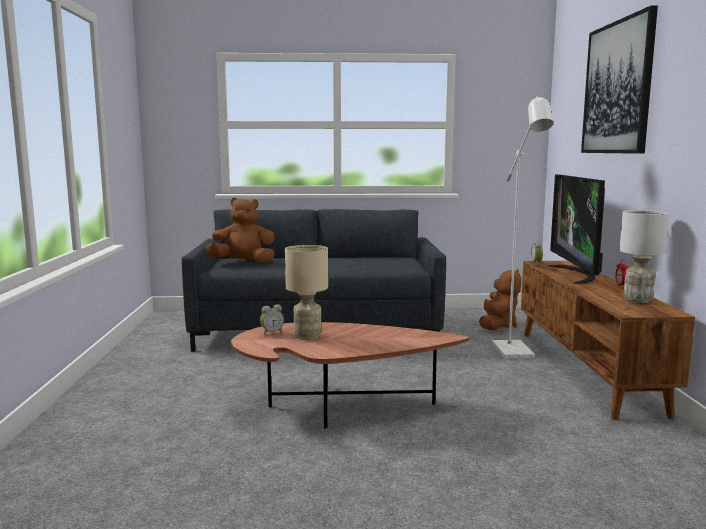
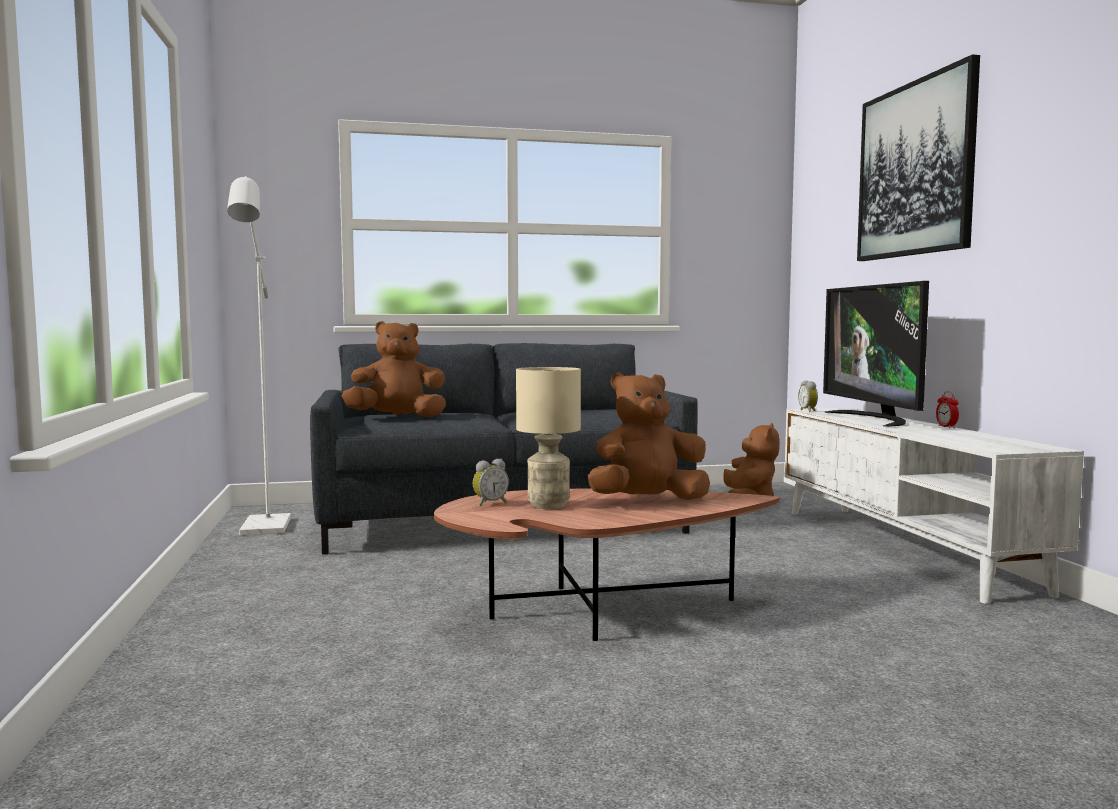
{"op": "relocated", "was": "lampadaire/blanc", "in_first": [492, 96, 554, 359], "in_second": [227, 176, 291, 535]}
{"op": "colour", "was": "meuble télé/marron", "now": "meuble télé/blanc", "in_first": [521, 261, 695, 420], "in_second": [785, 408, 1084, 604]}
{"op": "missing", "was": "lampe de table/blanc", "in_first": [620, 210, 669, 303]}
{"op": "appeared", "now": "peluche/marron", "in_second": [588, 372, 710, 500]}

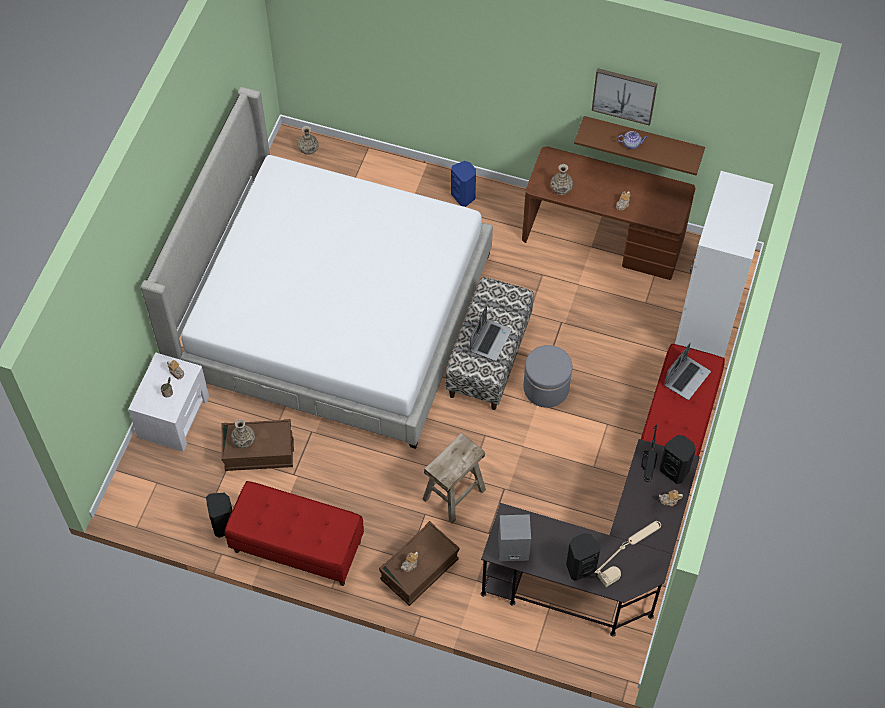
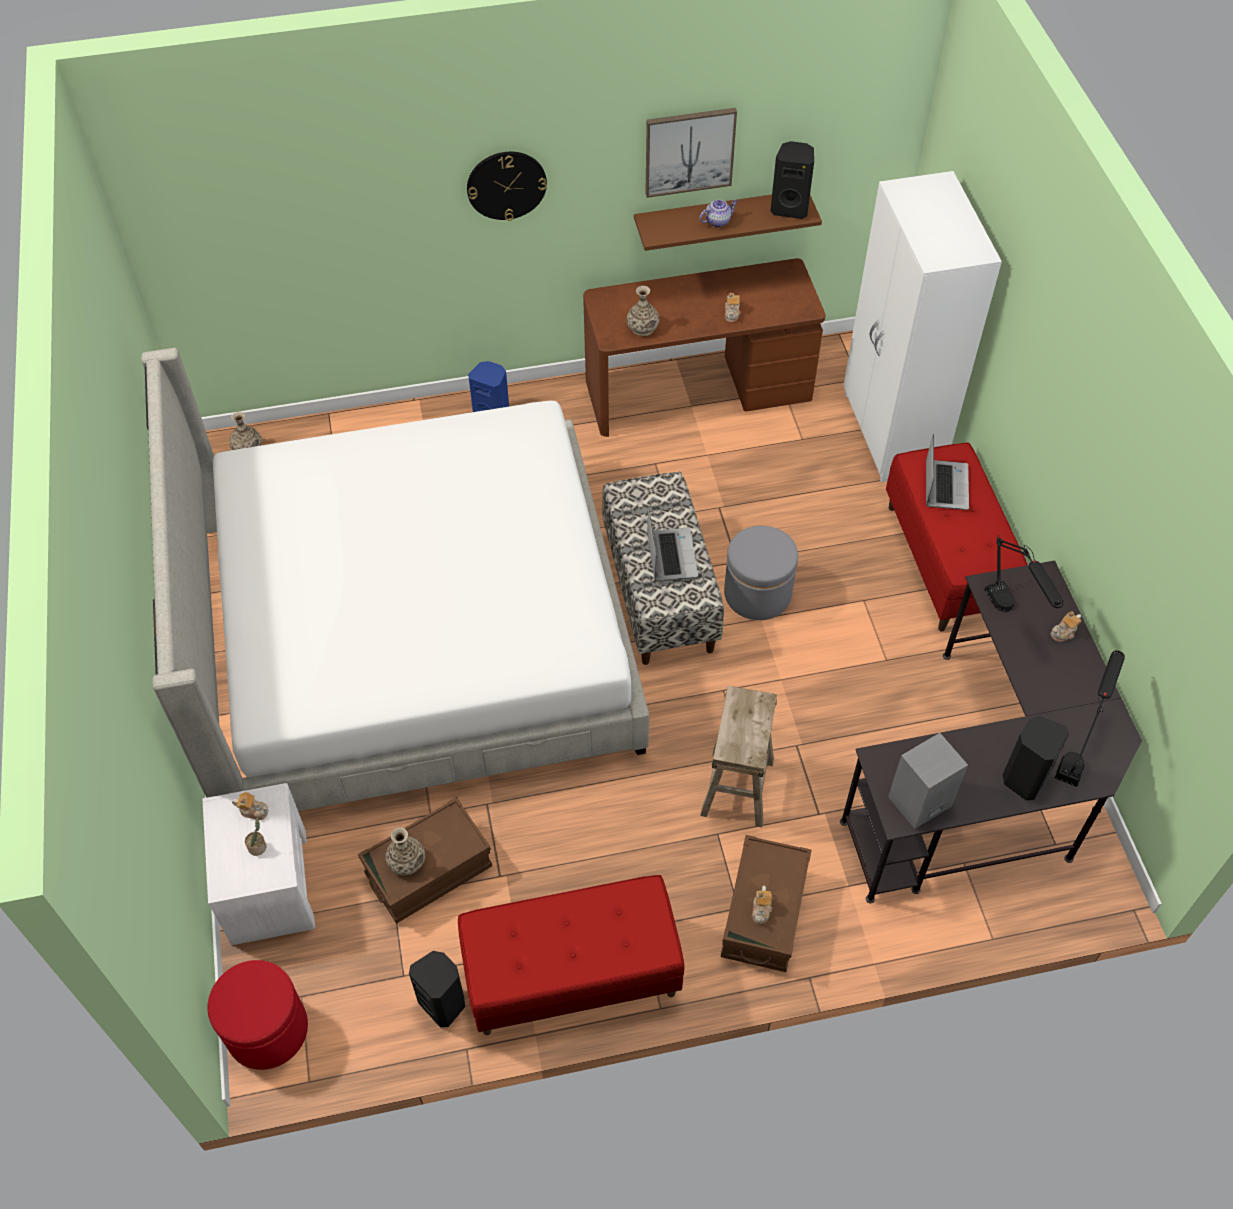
{"op": "colour", "was": "lampe de table/beige", "now": "lampe de table/noir", "in_first": [594, 521, 661, 587], "in_second": [1055, 650, 1125, 787]}
{"op": "relocated", "was": "enceinte/noir", "in_first": [660, 435, 696, 484], "in_second": [770, 141, 814, 219]}
{"op": "appeared", "now": "pouf/rouge", "in_second": [207, 960, 308, 1070]}
{"op": "appeared", "now": "horloge murale", "in_second": [467, 152, 547, 221]}

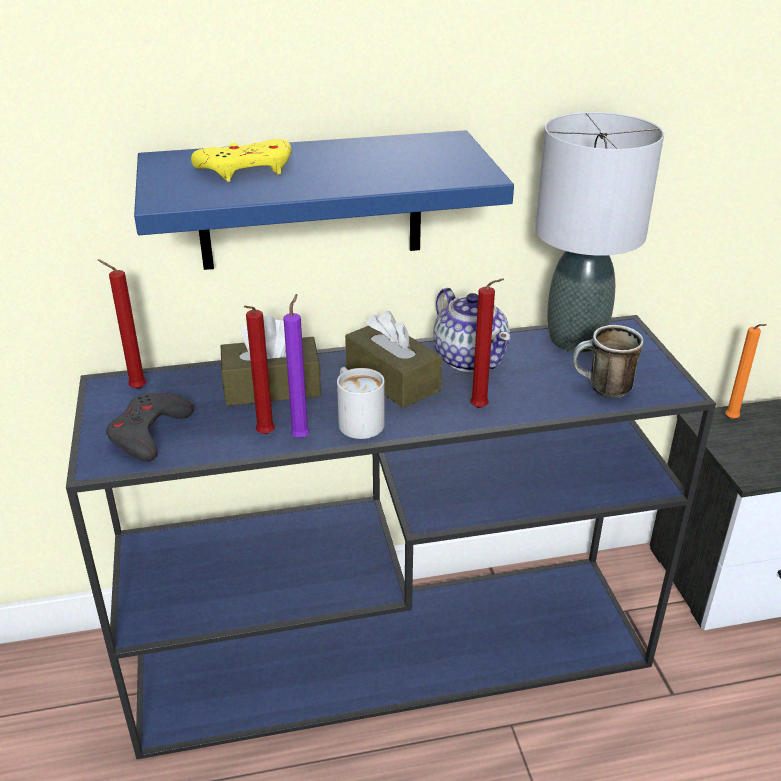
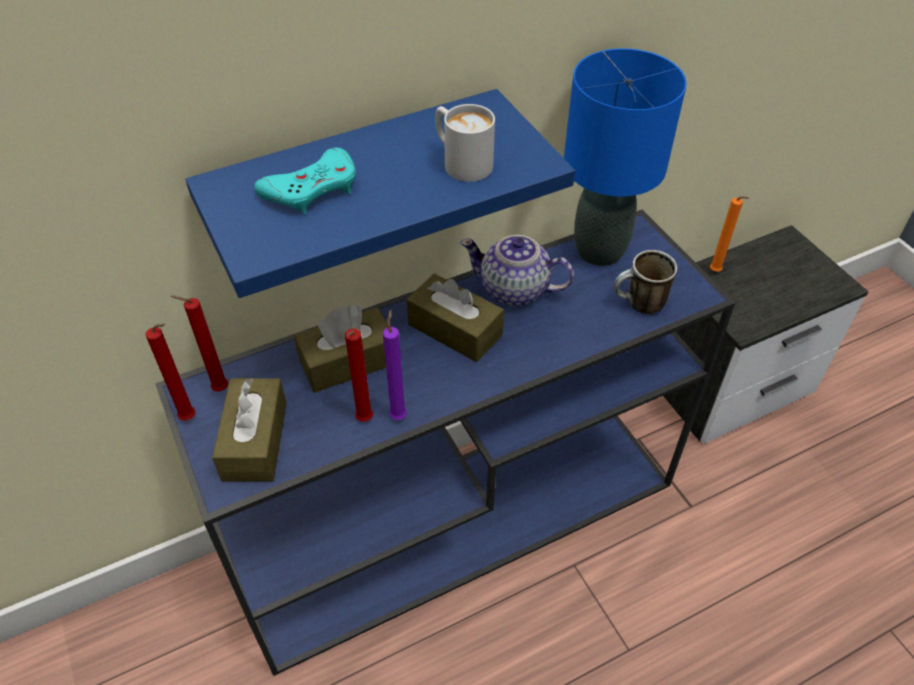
{"op": "exchanged", "was": "manette/gris", "now": "boîte à mouchoirs/marron", "in_first": [106, 393, 194, 462], "in_second": [212, 378, 287, 482]}
{"op": "colour", "was": "manette/jaune", "now": "manette/turquoise", "in_first": [191, 139, 291, 182], "in_second": [254, 148, 356, 214]}
{"op": "relocated", "was": "mug/blanc", "in_first": [337, 367, 385, 439], "in_second": [435, 104, 495, 182]}
{"op": "spun", "was": "théière", "in_first": [434, 288, 511, 372], "in_second": [460, 235, 574, 306], "clockwise": 150}
{"op": "relocated", "was": "bougie/rouge", "in_first": [470, 279, 504, 408], "in_second": [145, 323, 196, 421]}
{"op": "colour", "was": "lampe de table/gris", "now": "lampe de table/bleu", "in_first": [535, 112, 664, 353], "in_second": [564, 48, 686, 266]}

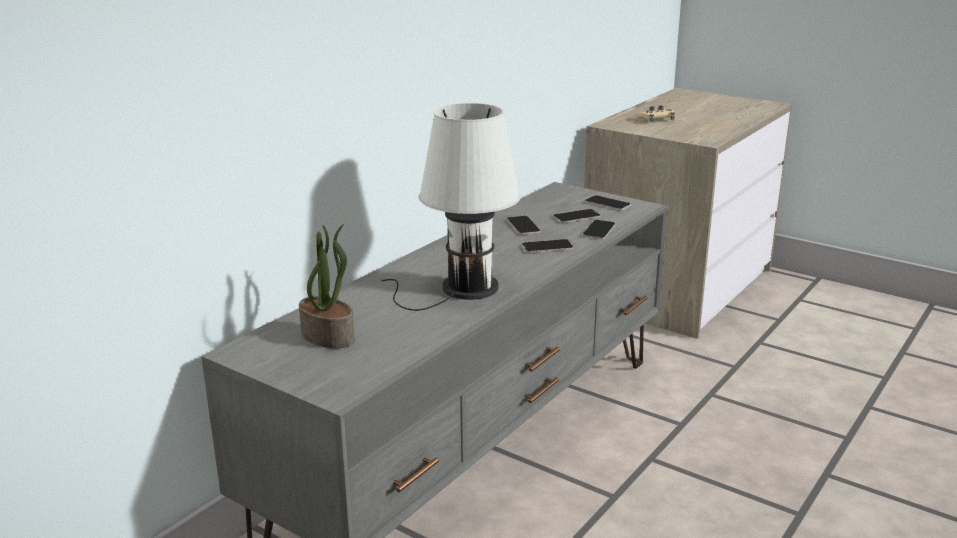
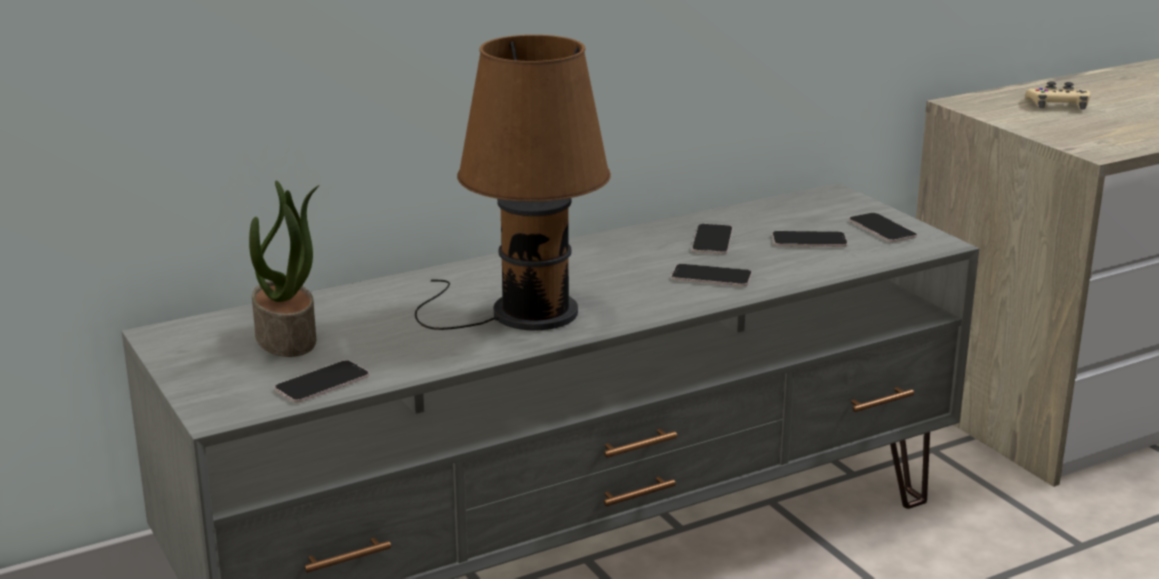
{"op": "colour", "was": "lampe de table/blanc", "now": "lampe de table/marron", "in_first": [382, 103, 521, 311], "in_second": [415, 35, 611, 330]}
{"op": "relocated", "was": "téléphone", "in_first": [582, 220, 616, 239], "in_second": [274, 360, 369, 403]}

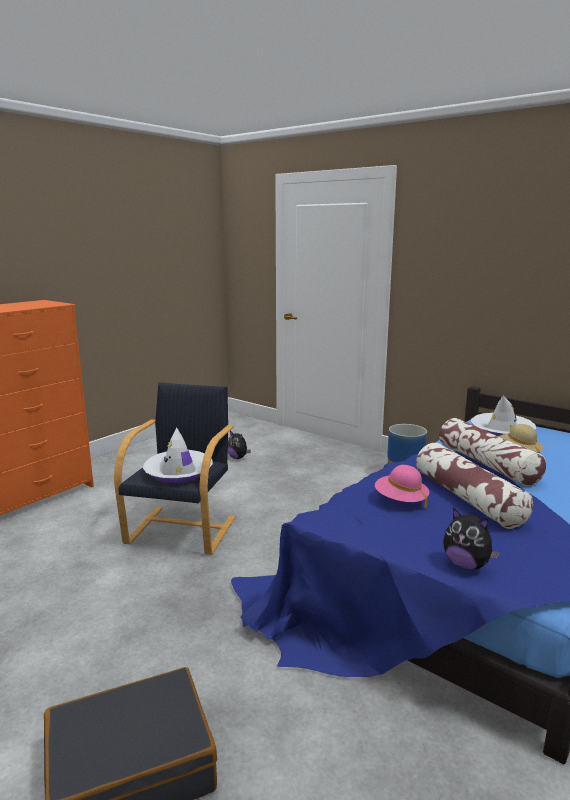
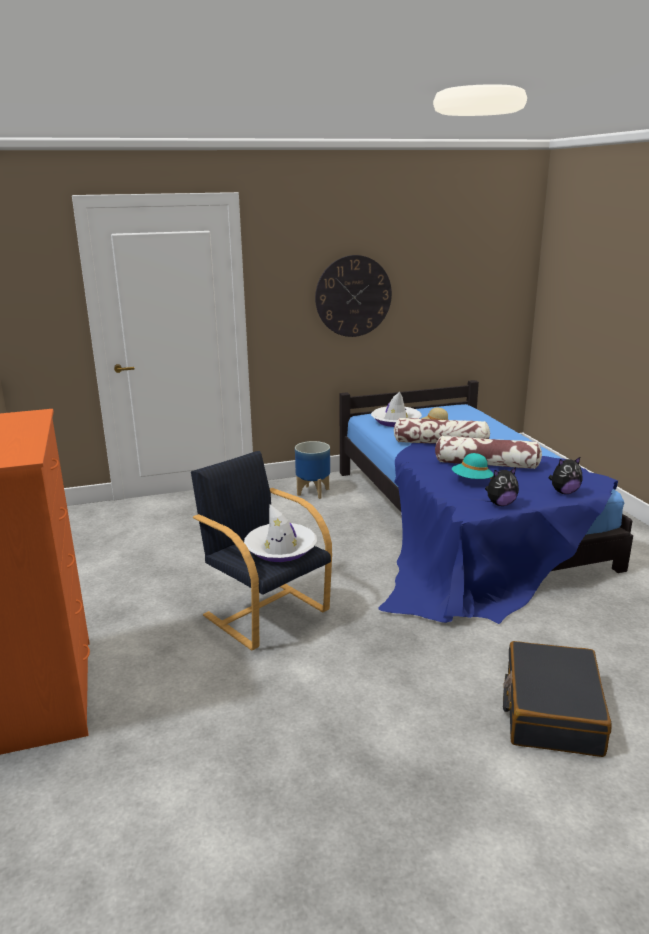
{"op": "relocated", "was": "peluche", "in_first": [228, 431, 251, 459], "in_second": [485, 467, 519, 506]}
{"op": "colour", "was": "chapeau/rose", "now": "chapeau/turquoise", "in_first": [375, 465, 430, 509], "in_second": [452, 453, 494, 479]}
{"op": "appeared", "now": "horloge murale", "in_second": [315, 255, 392, 337]}

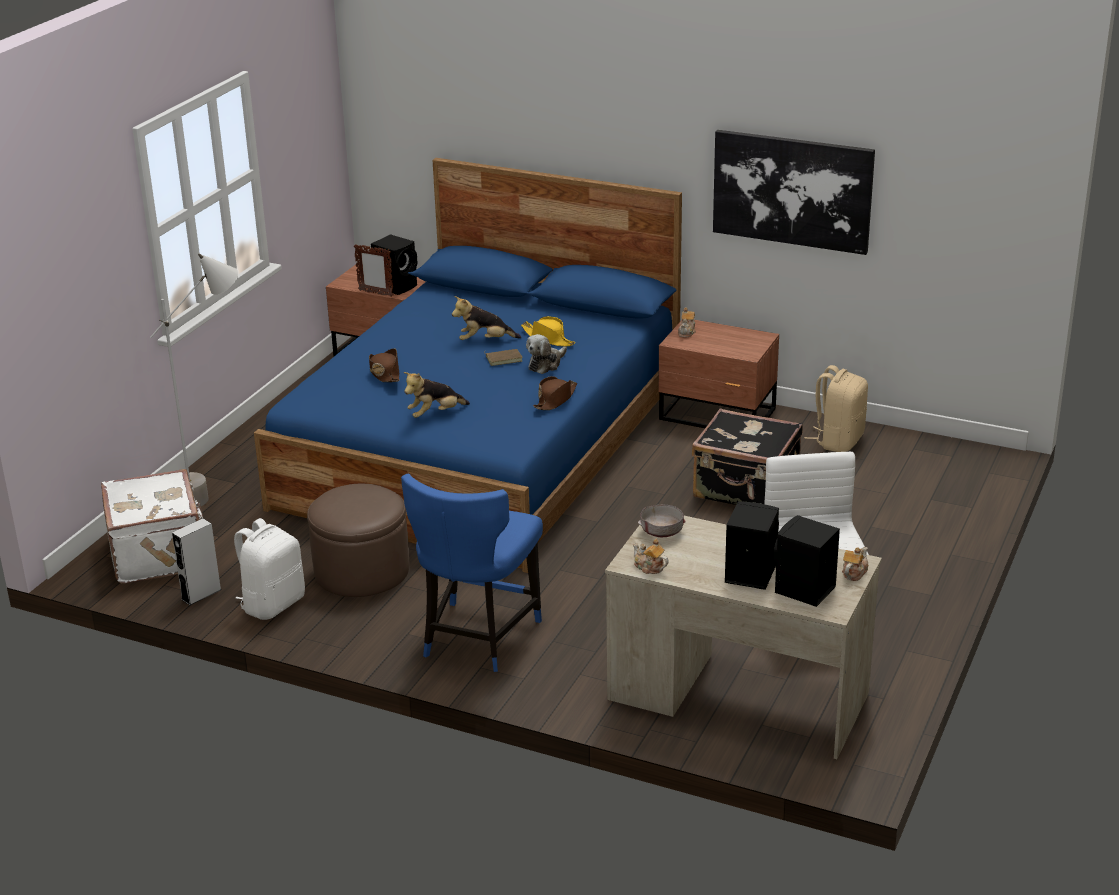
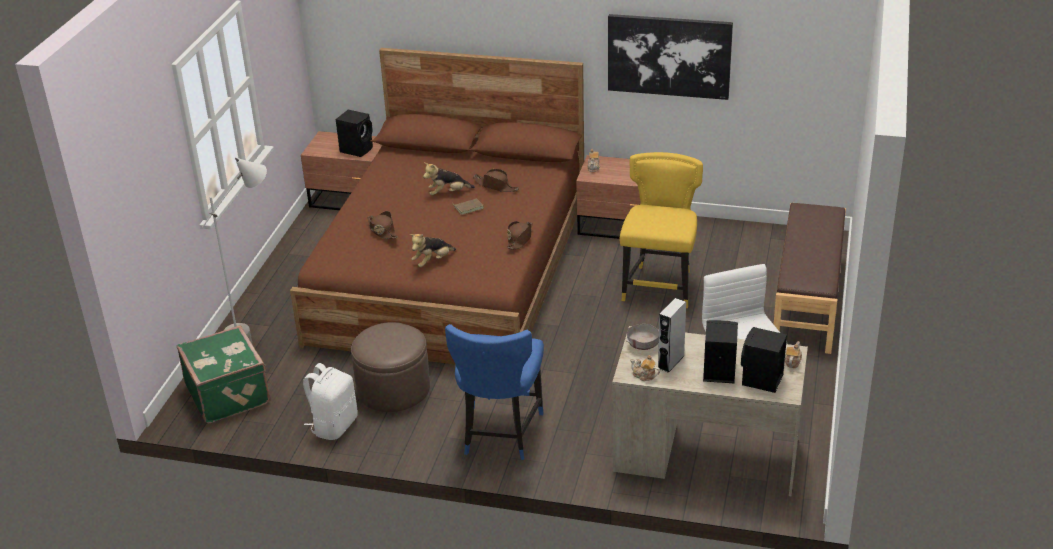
{"op": "colour", "was": "valise/blanc", "now": "valise/vert", "in_first": [101, 469, 203, 583], "in_second": [177, 326, 270, 424]}
{"op": "relocated", "was": "enceinte/gris", "in_first": [172, 518, 221, 605], "in_second": [658, 298, 686, 373]}
{"op": "colour", "was": "lit/bleu", "now": "lit/marron", "in_first": [254, 158, 682, 573], "in_second": [290, 48, 584, 365]}
{"op": "missing", "was": "cadre photo", "in_first": [354, 244, 394, 297]}
{"op": "colour", "was": "chapeau/jaune", "now": "chapeau/marron", "in_first": [521, 316, 575, 346], "in_second": [473, 169, 519, 192]}
{"op": "missing", "was": "peluche", "in_first": [526, 334, 567, 374]}
{"op": "exchanged", "was": "valise/noir", "now": "chaise/jaune", "in_first": [692, 408, 803, 505], "in_second": [620, 152, 703, 308]}
{"op": "missing", "was": "sac à dos/beige", "in_first": [805, 365, 868, 452]}
{"op": "appeared", "now": "banc/marron", "in_second": [774, 203, 846, 354]}

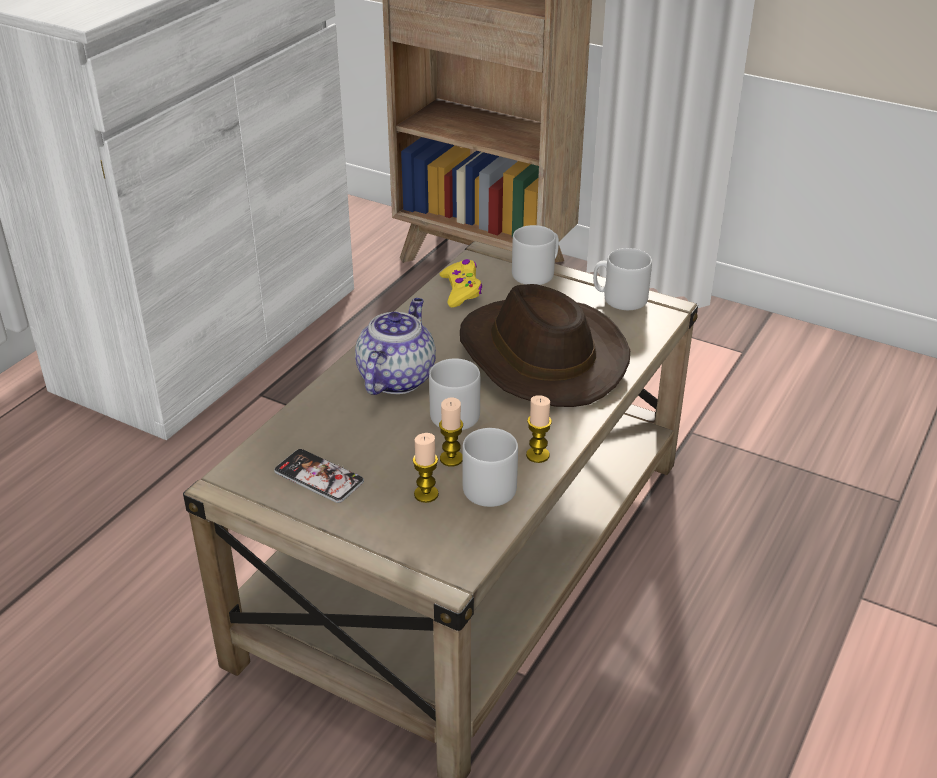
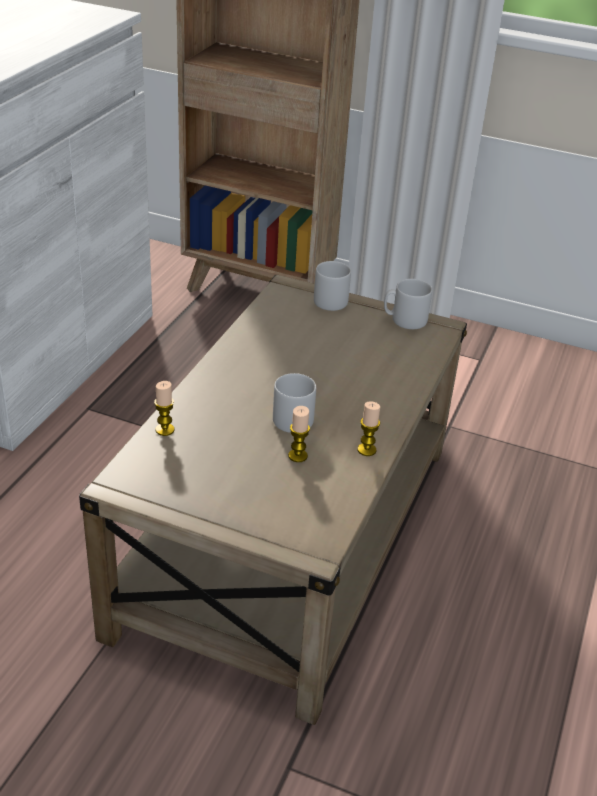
{"op": "missing", "was": "téléphone", "in_first": [274, 449, 364, 503]}
{"op": "missing", "was": "théière", "in_first": [355, 298, 436, 395]}
{"op": "relocated", "was": "bougie", "in_first": [413, 433, 439, 503], "in_second": [154, 381, 175, 436]}
{"op": "missing", "was": "manette/jaune", "in_first": [440, 259, 482, 307]}
{"op": "missing", "was": "chapeau/marron", "in_first": [460, 284, 630, 407]}
{"op": "missing", "was": "mug/gris", "in_first": [462, 428, 518, 507]}

